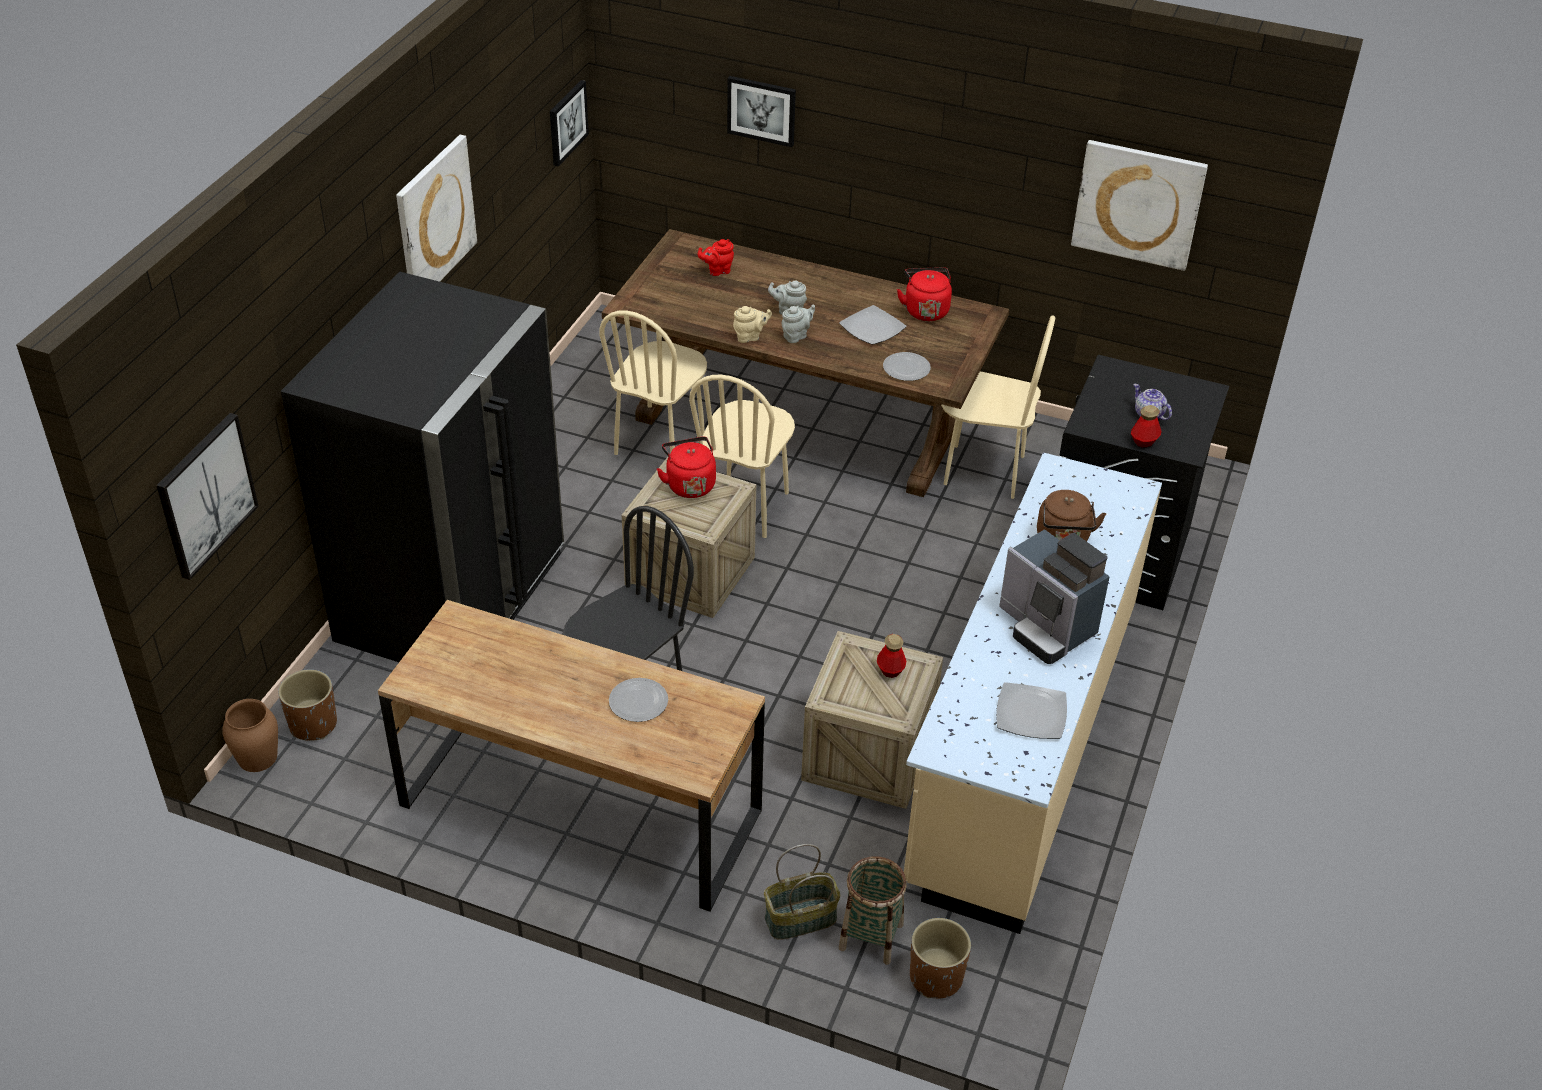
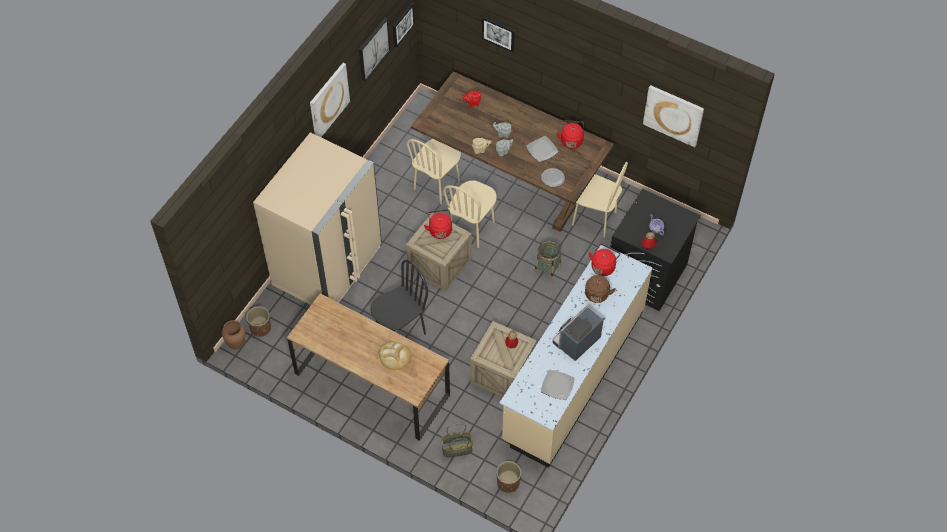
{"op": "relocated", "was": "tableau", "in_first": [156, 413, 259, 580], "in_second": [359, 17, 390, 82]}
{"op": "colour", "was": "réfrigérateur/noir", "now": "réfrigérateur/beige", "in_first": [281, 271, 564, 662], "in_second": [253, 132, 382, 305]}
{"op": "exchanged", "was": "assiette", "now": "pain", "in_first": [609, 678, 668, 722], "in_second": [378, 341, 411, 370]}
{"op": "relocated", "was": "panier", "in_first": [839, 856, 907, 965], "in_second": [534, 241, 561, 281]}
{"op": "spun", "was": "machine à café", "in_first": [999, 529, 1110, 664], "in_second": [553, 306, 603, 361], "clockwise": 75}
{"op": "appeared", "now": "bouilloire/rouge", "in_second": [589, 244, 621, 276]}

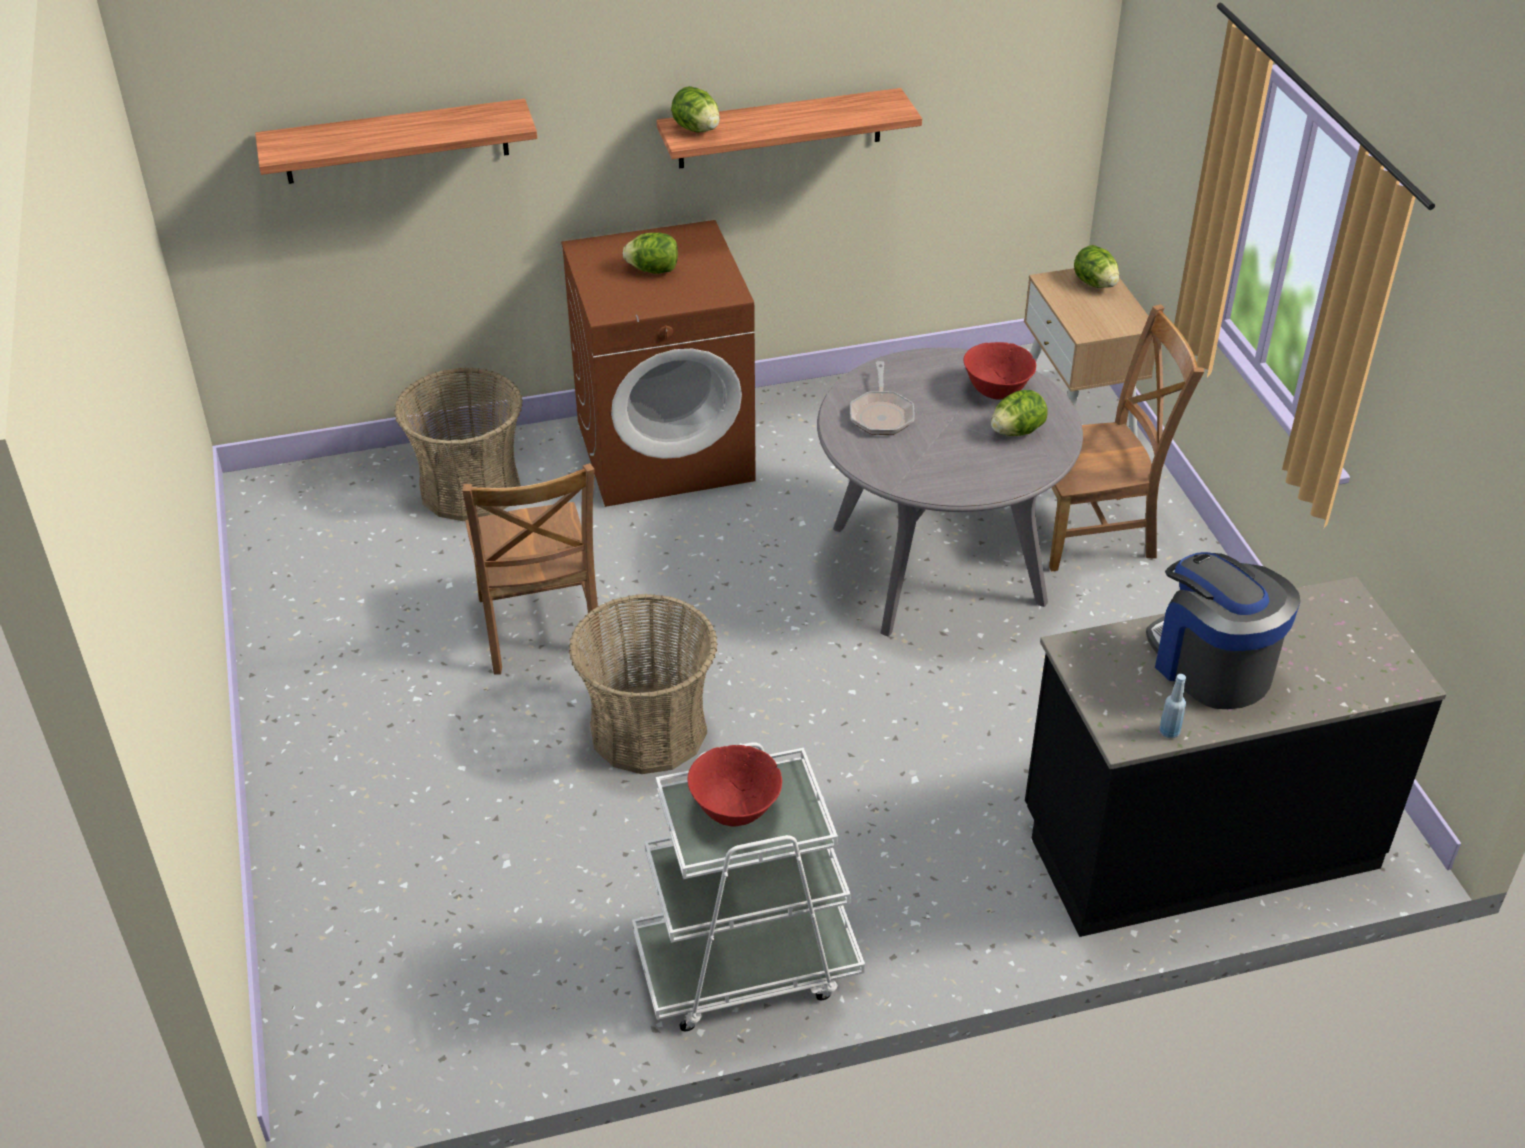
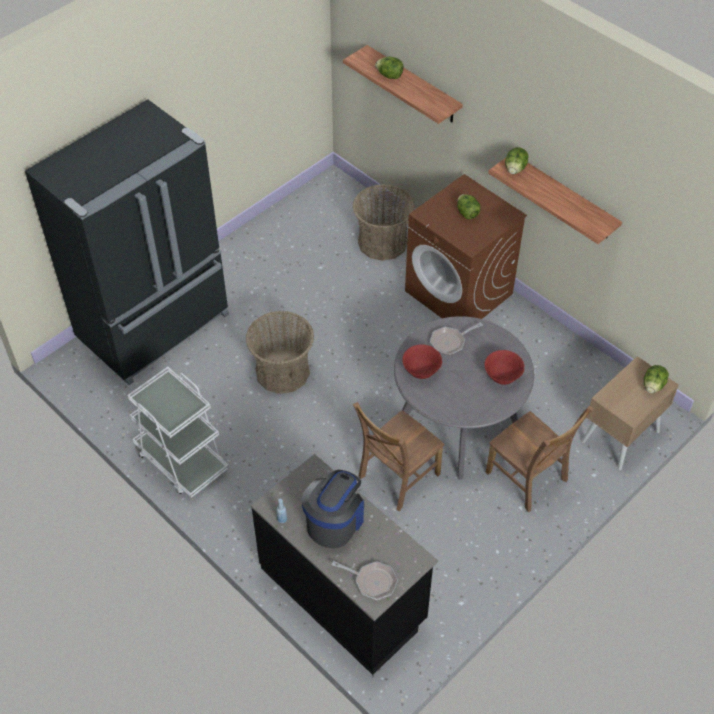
{"op": "relocated", "was": "chaise/marron", "in_first": [462, 463, 603, 675], "in_second": [353, 402, 445, 511]}
{"op": "relocated", "was": "bol/rouge", "in_first": [687, 745, 782, 826], "in_second": [403, 344, 442, 379]}
{"op": "relocated", "was": "laitue", "in_first": [991, 390, 1048, 436], "in_second": [375, 57, 404, 79]}
{"op": "appeared", "now": "réfrigérateur/noir", "in_second": [25, 99, 229, 385]}
{"op": "appeared", "now": "poêle", "in_second": [331, 561, 398, 600]}

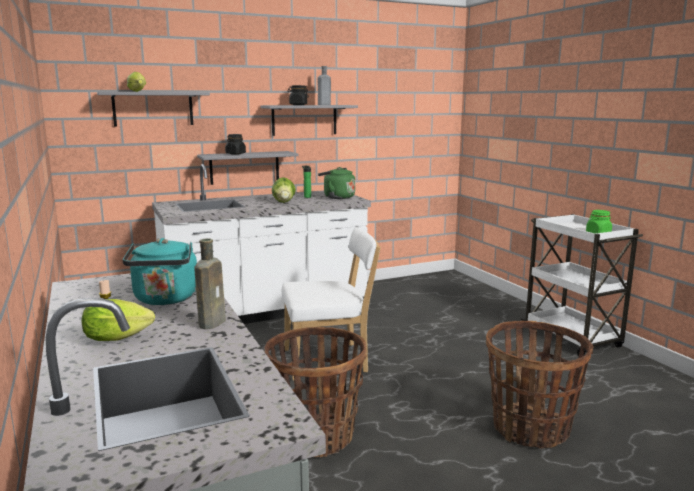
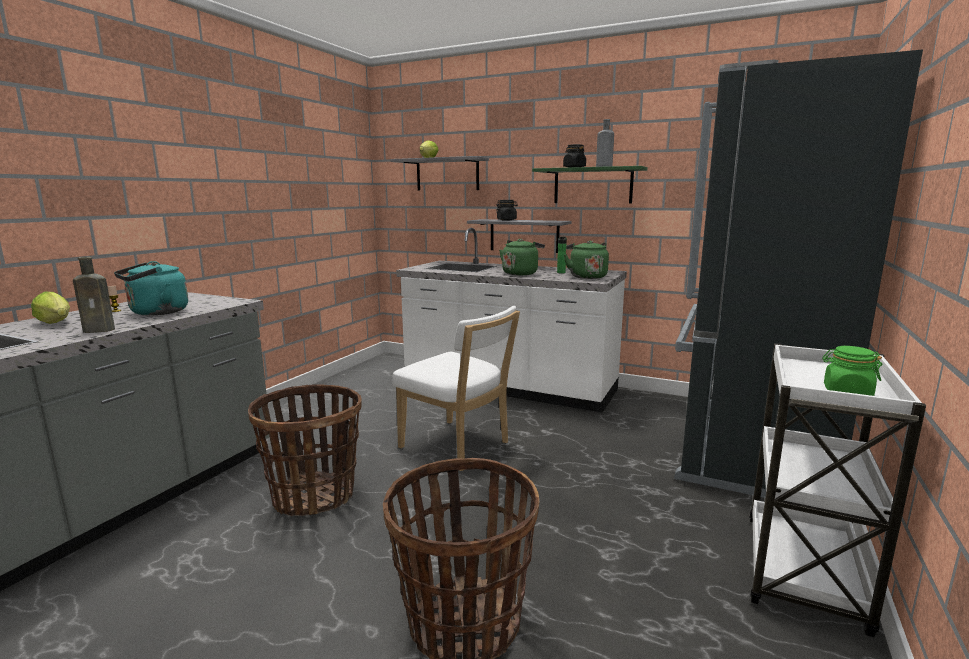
{"op": "colour", "was": "étagère/gris", "now": "étagère/vert", "in_first": [260, 105, 358, 136], "in_second": [532, 166, 648, 203]}
{"op": "exchanged", "was": "laitue", "now": "bouilloire/vert", "in_first": [272, 177, 296, 203], "in_second": [499, 239, 545, 275]}
{"op": "appeared", "now": "réfrigérateur/noir", "in_second": [674, 49, 923, 498]}

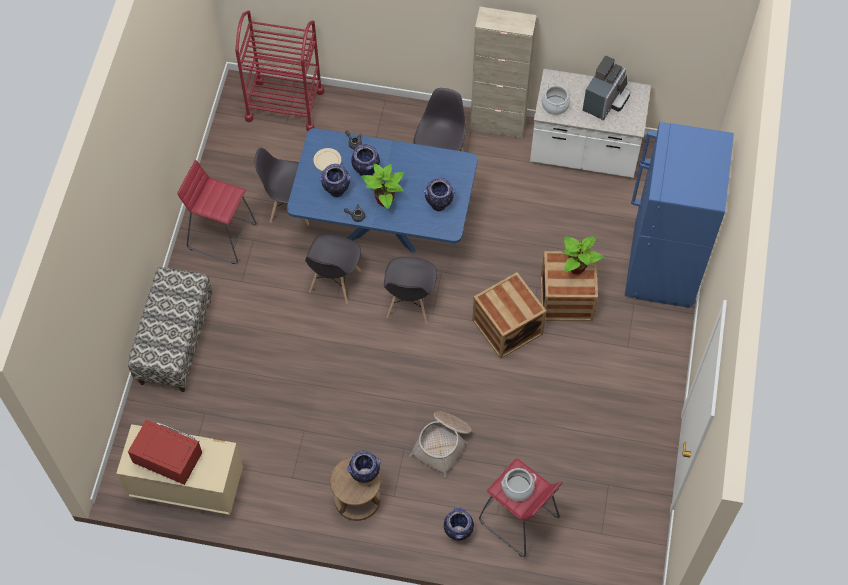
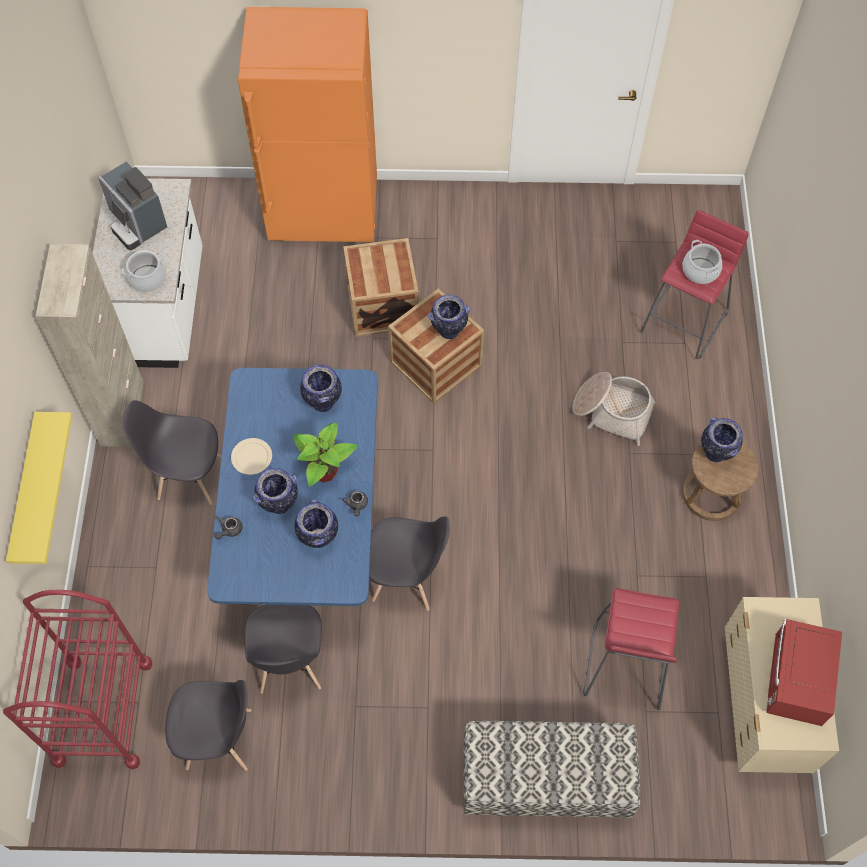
{"op": "relocated", "was": "tabouret/rouge", "in_first": [177, 160, 257, 264], "in_second": [583, 588, 679, 710]}
{"op": "relocated", "was": "assiette/beige", "in_first": [313, 148, 341, 171], "in_second": [231, 438, 272, 475]}
{"op": "relocated", "was": "chaise/gris", "in_first": [384, 257, 437, 324], "in_second": [165, 680, 251, 771]}
{"op": "relocated", "was": "vase", "in_first": [444, 507, 474, 541], "in_second": [428, 295, 470, 339]}
{"op": "missing", "was": "plante en pot", "in_first": [563, 236, 604, 275]}
{"op": "spun", "was": "machine à café", "in_first": [583, 56, 630, 120], "in_second": [98, 162, 167, 250], "clockwise": -150}
{"op": "colour", "was": "réfrigérateur/bleu", "now": "réfrigérateur/orange", "in_first": [625, 122, 734, 308], "in_second": [238, 7, 377, 242]}
{"op": "appeared", "now": "étagère/jaune", "in_second": [6, 412, 72, 564]}

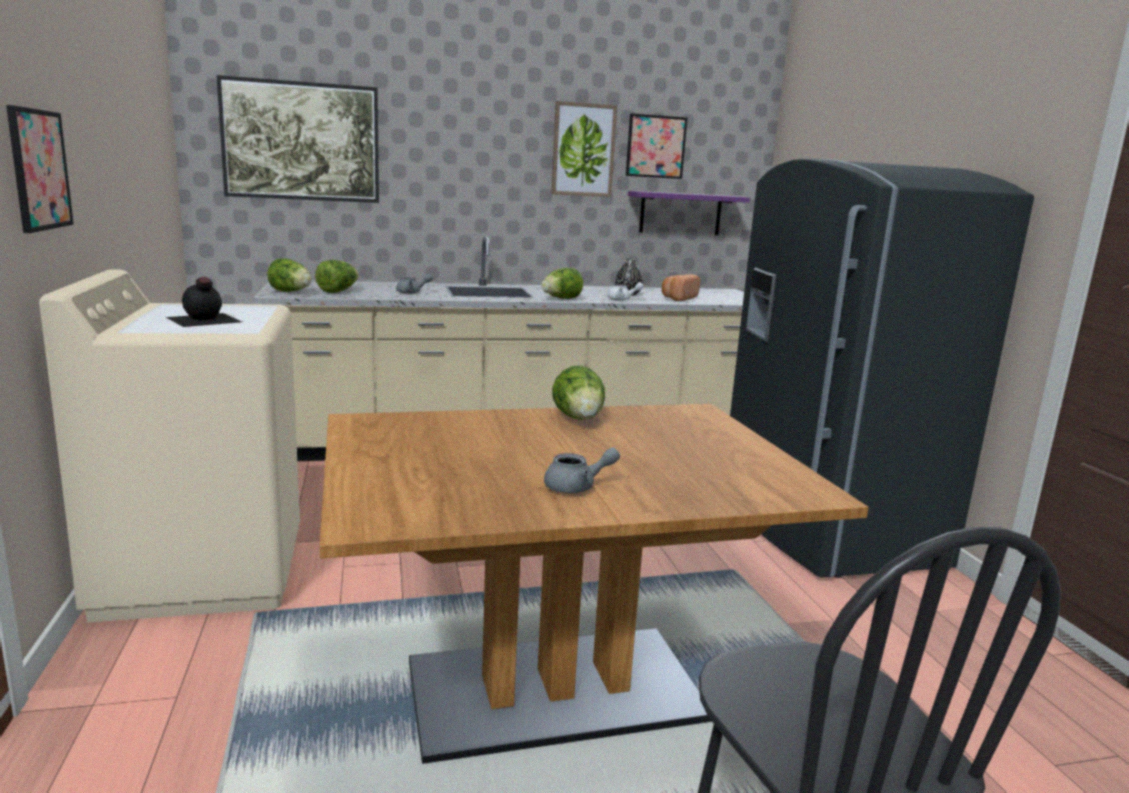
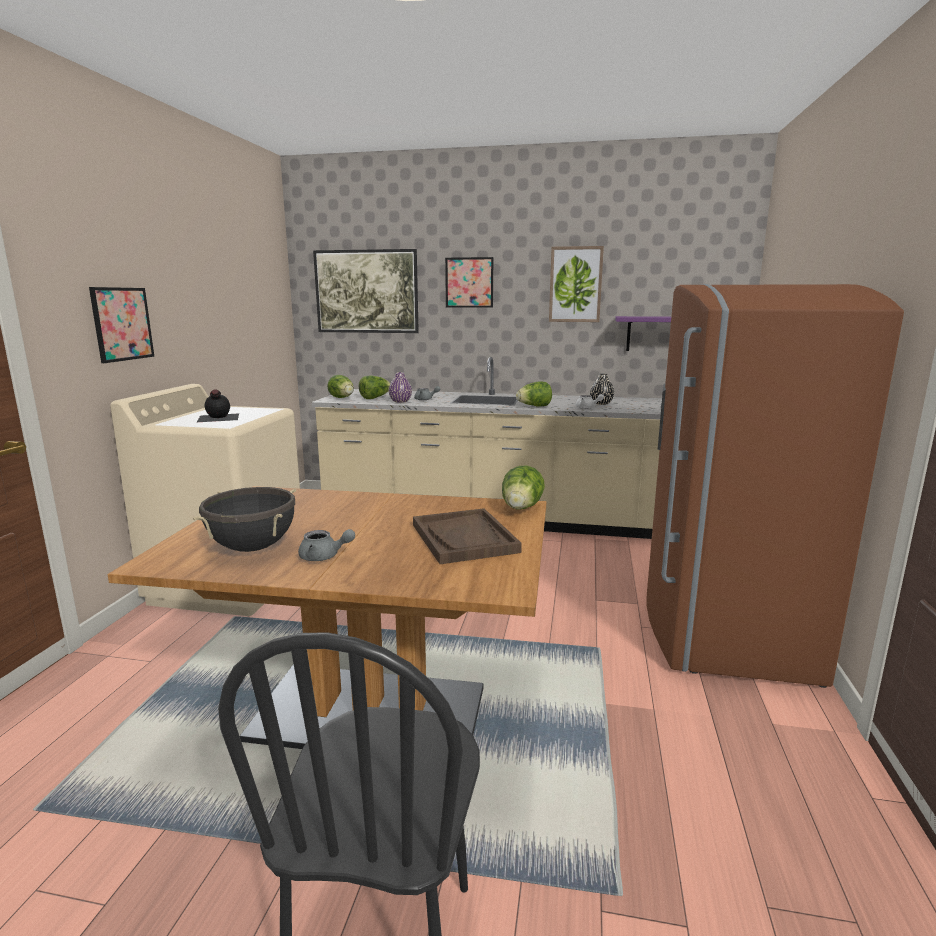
{"op": "relocated", "was": "laitue", "in_first": [552, 365, 605, 420], "in_second": [502, 465, 545, 510]}
{"op": "relocated", "was": "tableau", "in_first": [626, 113, 687, 179], "in_second": [445, 257, 494, 308]}
{"op": "missing", "was": "pain", "in_first": [662, 274, 700, 301]}
{"op": "colour", "was": "réfrigérateur/gris", "now": "réfrigérateur/marron", "in_first": [730, 158, 1034, 578], "in_second": [647, 284, 904, 688]}
{"op": "appeared", "now": "marmite/noir", "in_second": [193, 487, 296, 552]}
{"op": "appeared", "now": "vase/violet", "in_second": [389, 372, 412, 403]}
{"op": "appeared", "now": "plateau/marron", "in_second": [413, 508, 522, 564]}

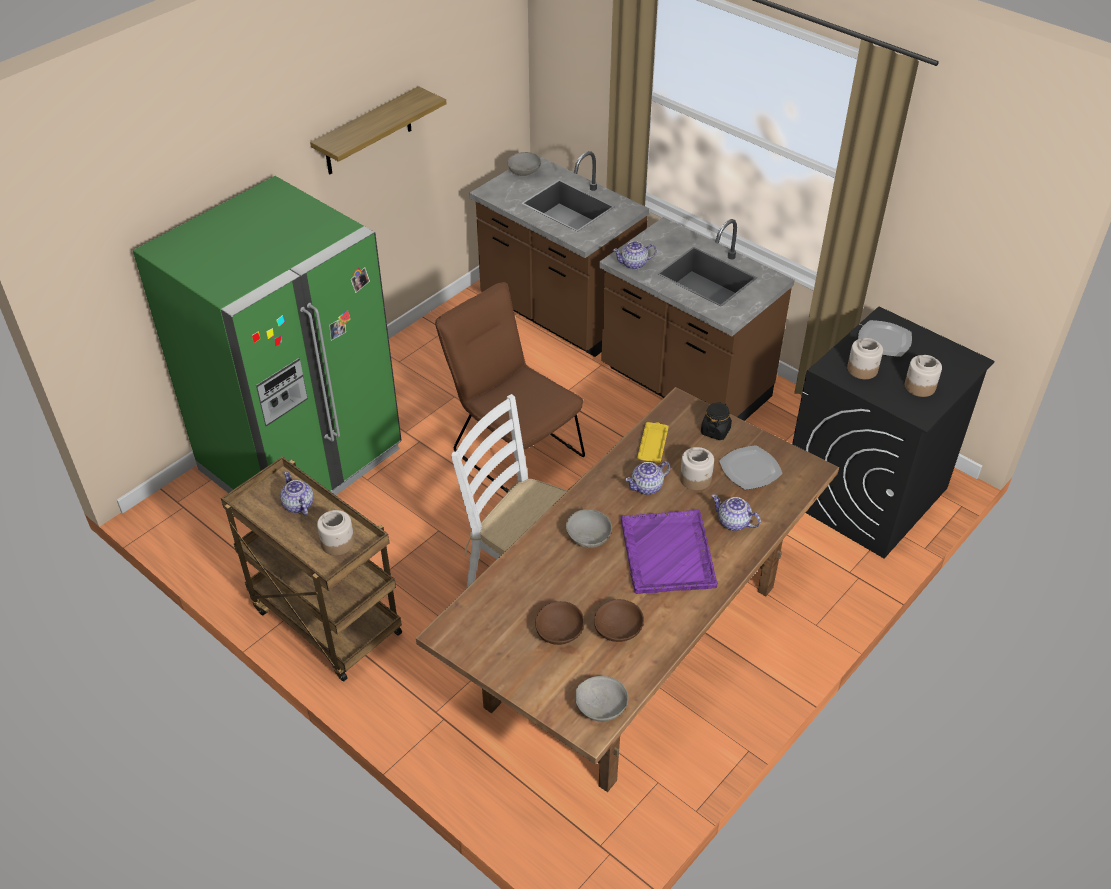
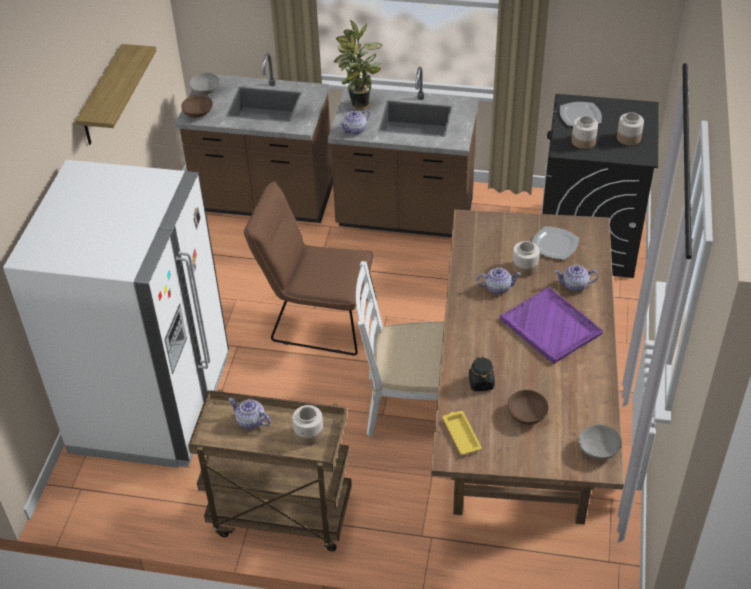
{"op": "colour", "was": "réfrigérateur/vert", "now": "réfrigérateur/blanc", "in_first": [133, 176, 401, 495], "in_second": [3, 160, 229, 468]}
{"op": "missing", "was": "bol/gris", "in_first": [566, 509, 612, 548]}
{"op": "relocated", "was": "bol/marron", "in_first": [594, 599, 644, 642], "in_second": [181, 95, 213, 118]}
{"op": "spun", "was": "théière", "in_first": [625, 461, 670, 495], "in_second": [476, 267, 521, 294], "clockwise": -120}
{"op": "relocated", "was": "plateau/jaune", "in_first": [637, 422, 669, 463], "in_second": [443, 411, 482, 455]}
{"op": "relocated", "was": "bocal/noir", "in_first": [701, 402, 732, 440], "in_second": [469, 357, 495, 391]}
{"op": "appeared", "now": "plante en pot", "in_second": [333, 20, 382, 111]}

